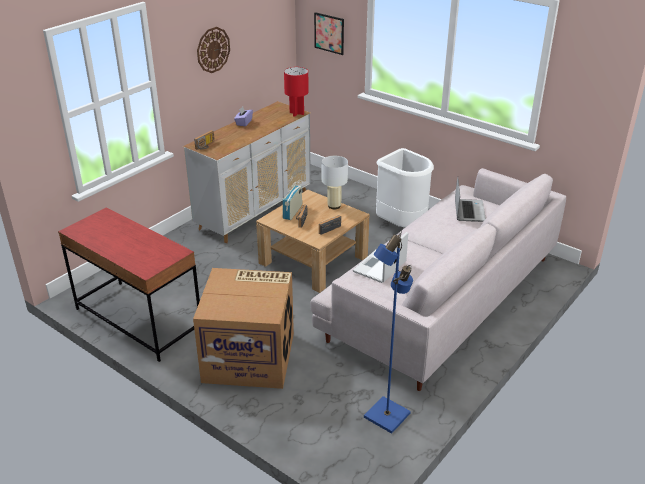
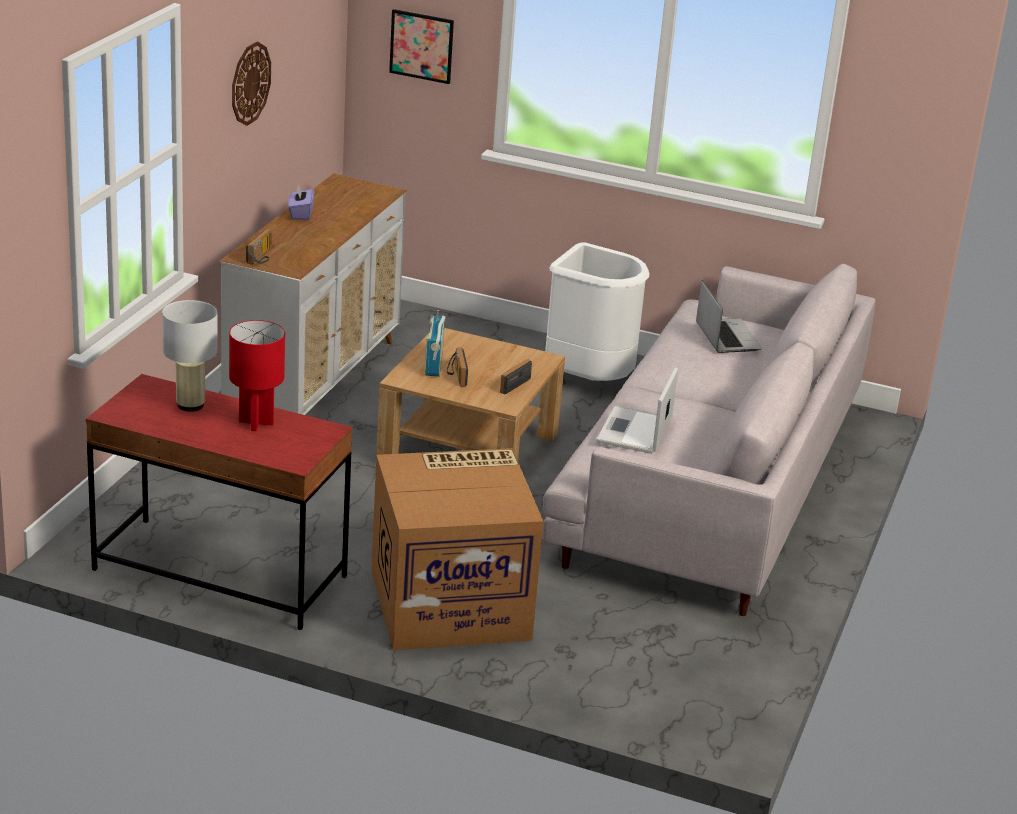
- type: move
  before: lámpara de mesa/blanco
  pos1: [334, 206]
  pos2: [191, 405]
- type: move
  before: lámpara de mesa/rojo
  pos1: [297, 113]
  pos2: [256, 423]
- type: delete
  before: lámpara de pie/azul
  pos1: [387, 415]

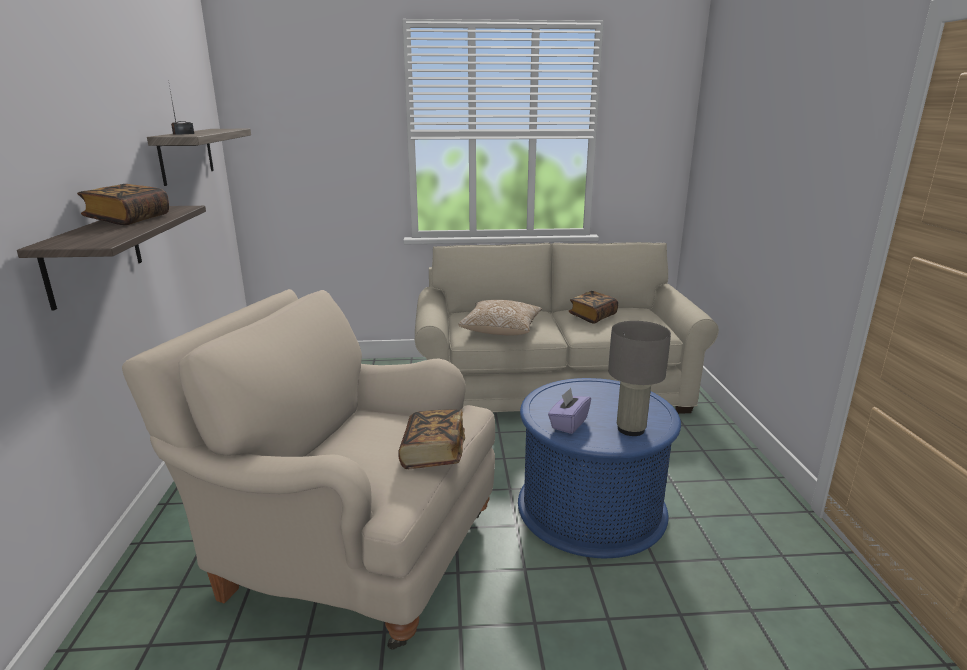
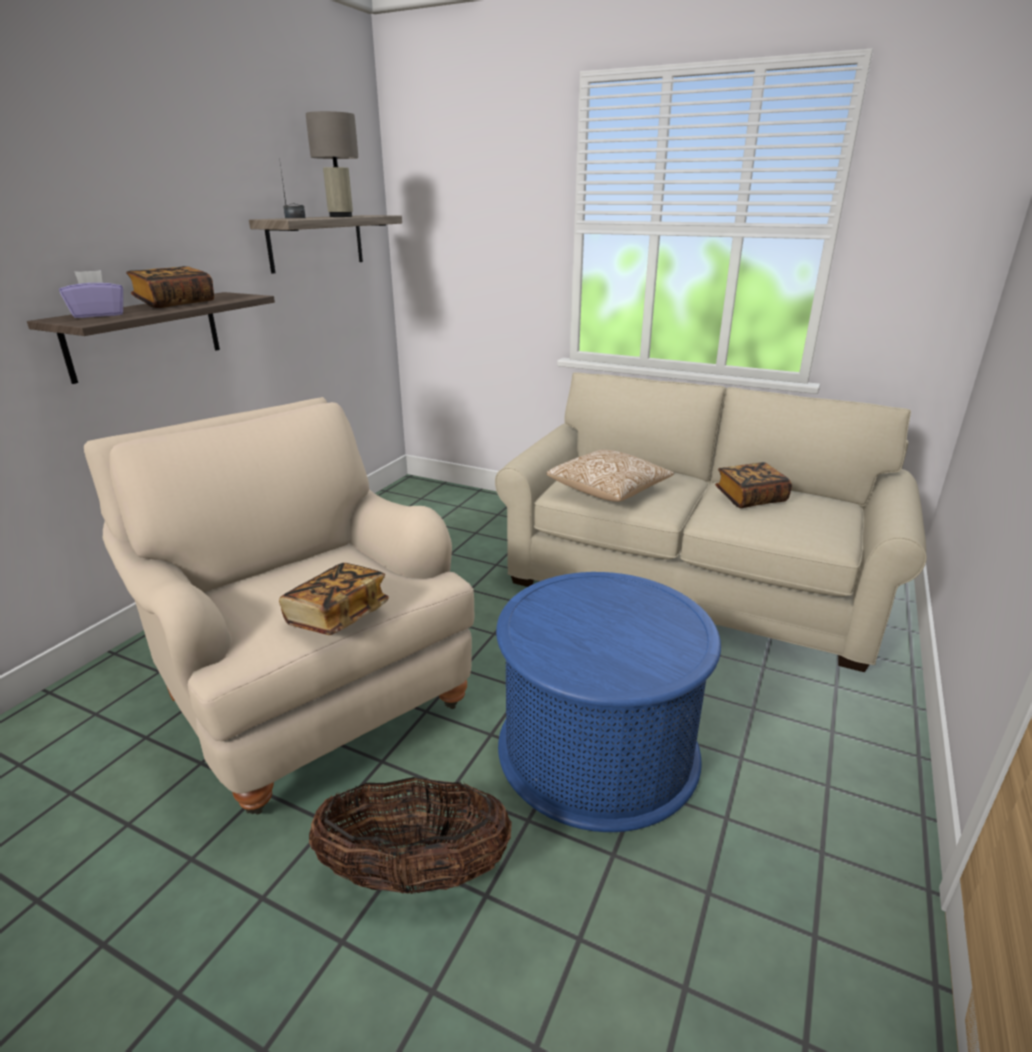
- type: move
  before: caja de pañuelos/morado
  pos1: [568, 423]
  pos2: [99, 315]
- type: move
  before: lámpara de mesa/gris
  pos1: [630, 429]
  pos2: [340, 216]
- type: insert
  after: cesta
  pos2: [415, 874]

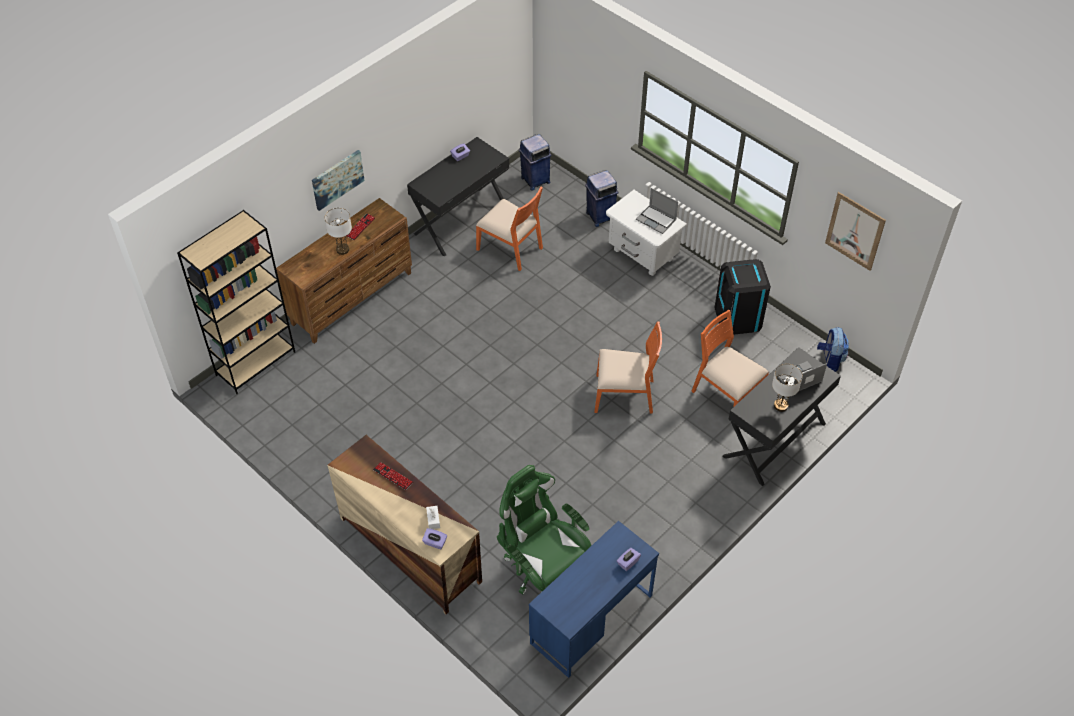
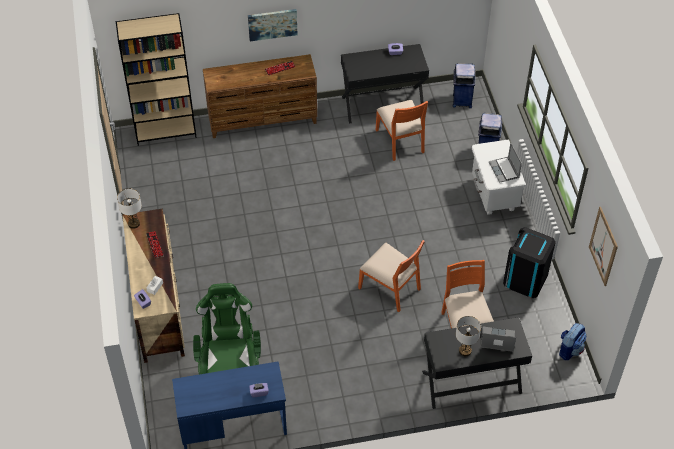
- type: move
  before: lámpara de mesa
  pos1: [343, 249]
  pos2: [134, 224]

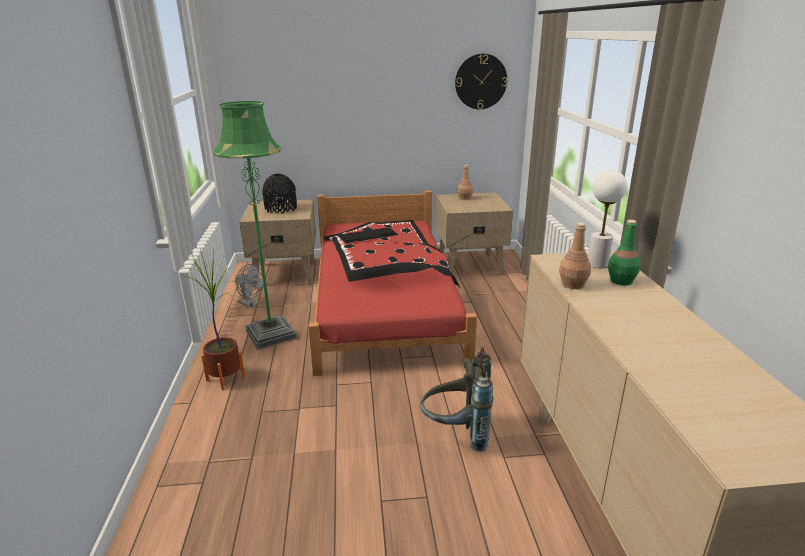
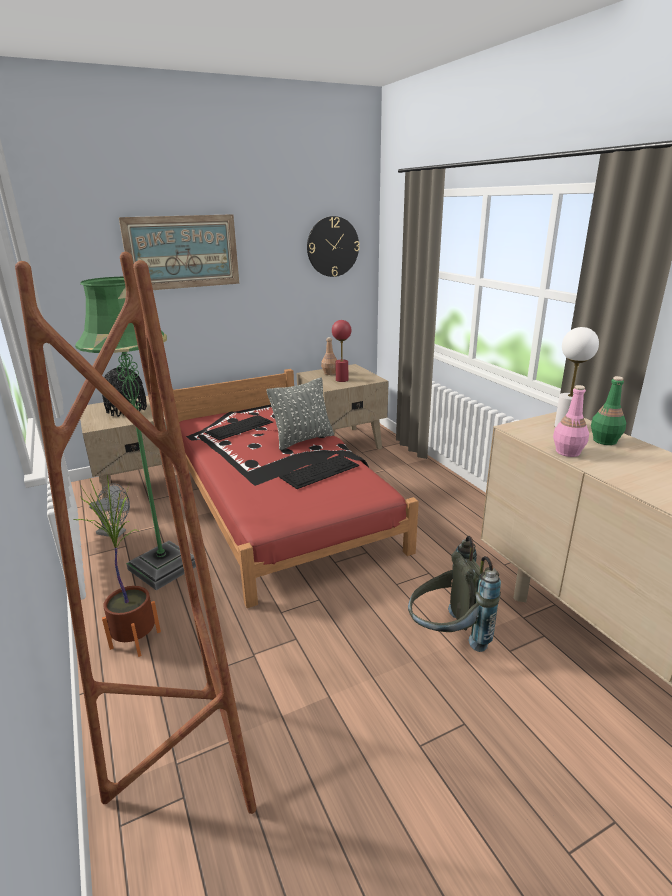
- type: insert
  after: perchero/marrón
  pos2: [191, 764]
- type: insert
  after: cuadro
  pos2: [182, 252]
- type: insert
  after: cojín/gris
  pos2: [303, 440]
- type: insert
  after: teclado
  pos2: [320, 471]
- type: insert
  after: lámpara de mesa/rojo
  pos2: [342, 380]
- type: recolor
  before: botella/marrón
  after: botella/rosa
  pos1: [572, 284]
  pos2: [567, 452]

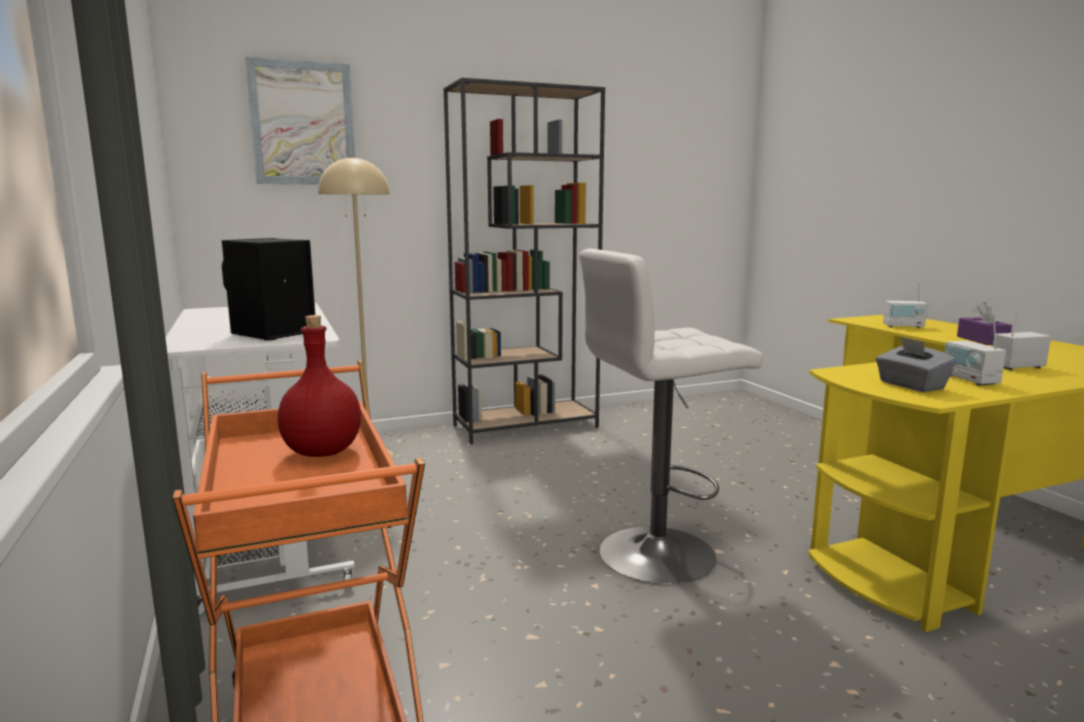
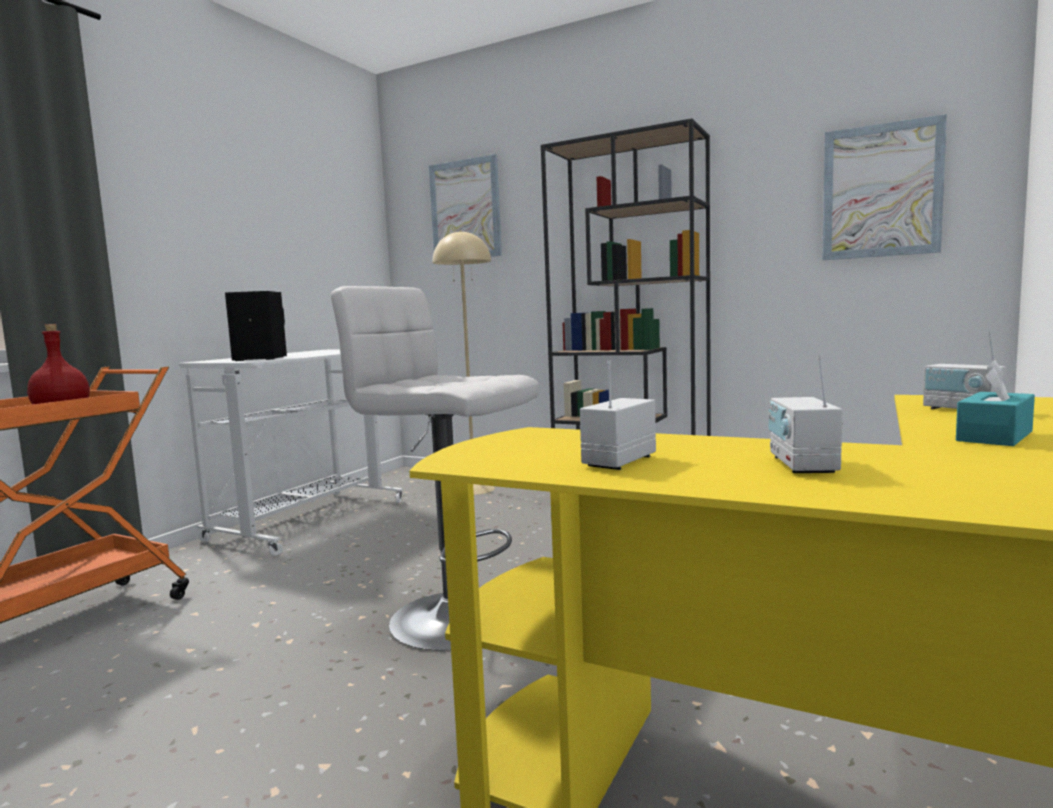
- type: rotate
  before: radio
  pos1: [1016, 366]
  pos2: [802, 465]
  turn: -120
- type: insert
  after: cuadro
  pos2: [881, 191]
- type: recolor
  before: caja de pañuelos/morado
  after: caja de pañuelos/turquesa
  pos1: [982, 340]
  pos2: [994, 436]
- type: delete
  before: caja de pañuelos/gris
  pos1: [911, 385]

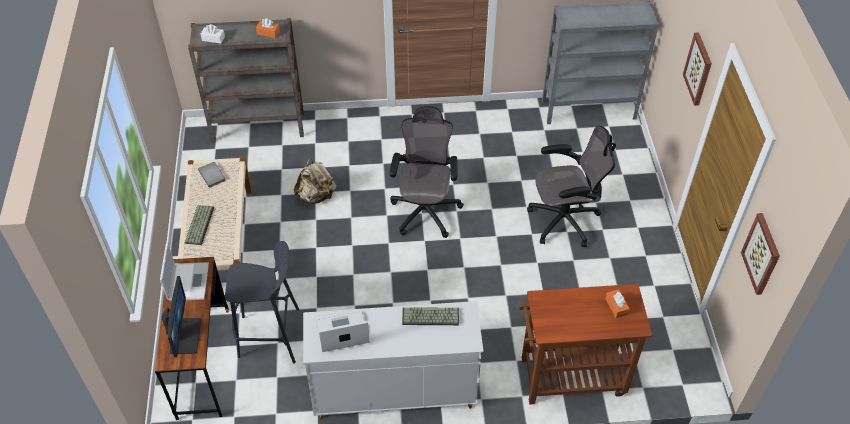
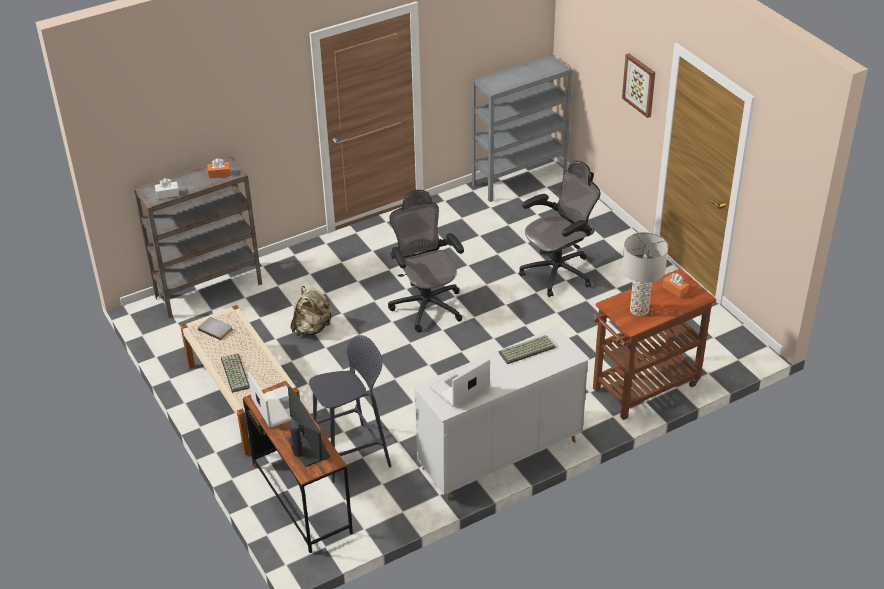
- type: insert
  after: lámpara de mesa/blanco
  pos2: [639, 309]
- type: delete
  before: cuadro
  pos1: [762, 254]

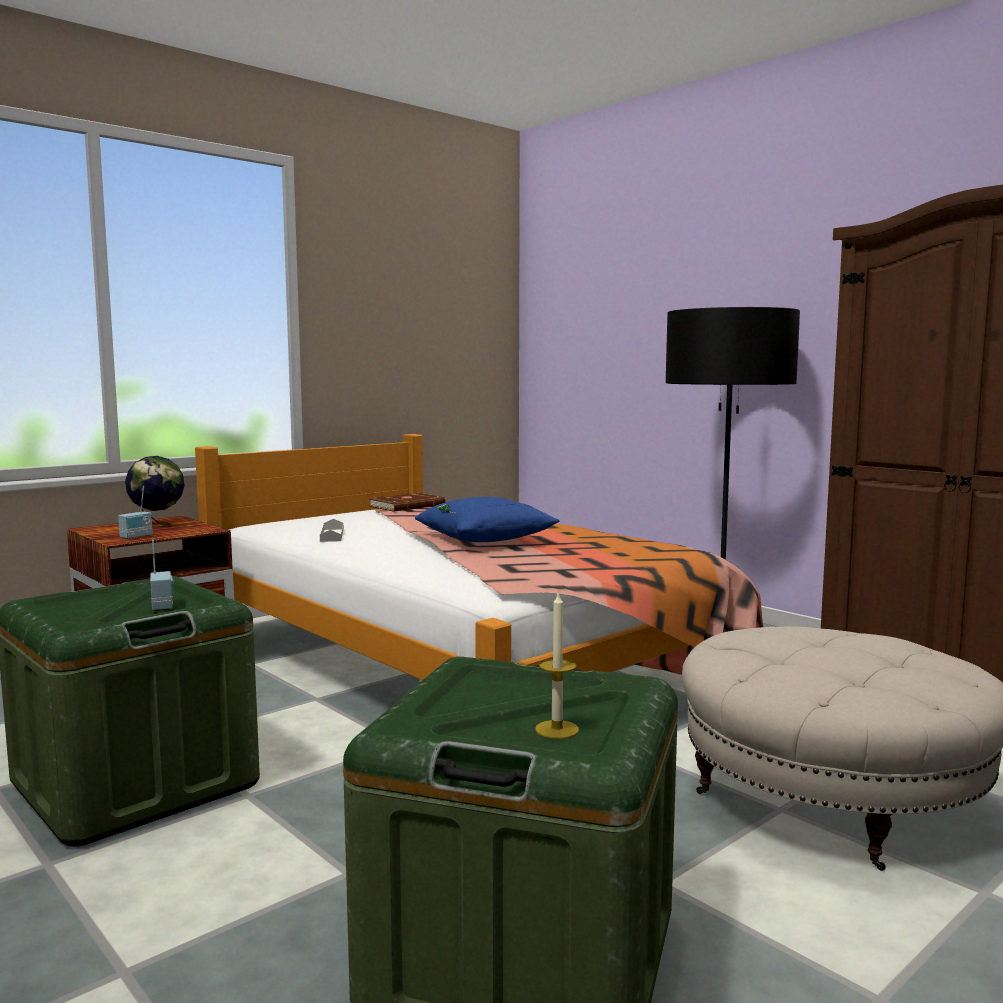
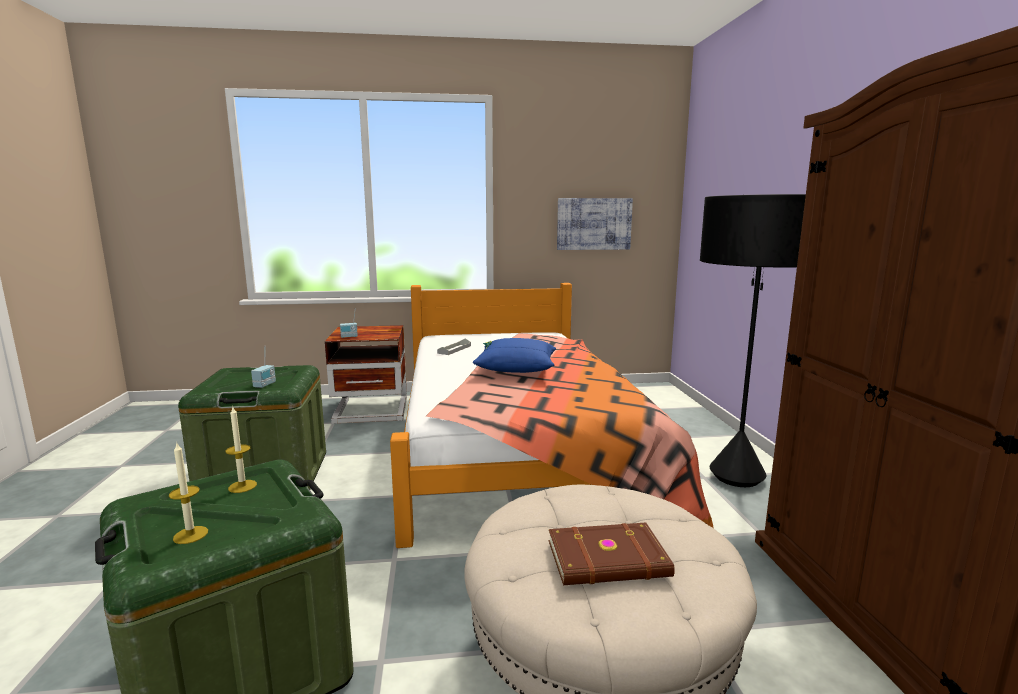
- type: insert
  after: vela
  pos2: [242, 486]
- type: move
  before: libro/marrón
  pos1: [408, 506]
  pos2: [609, 560]
- type: insert
  after: cuadro
  pos2: [594, 224]
- type: delete
  before: globo terráqueo
  pos1: [157, 525]

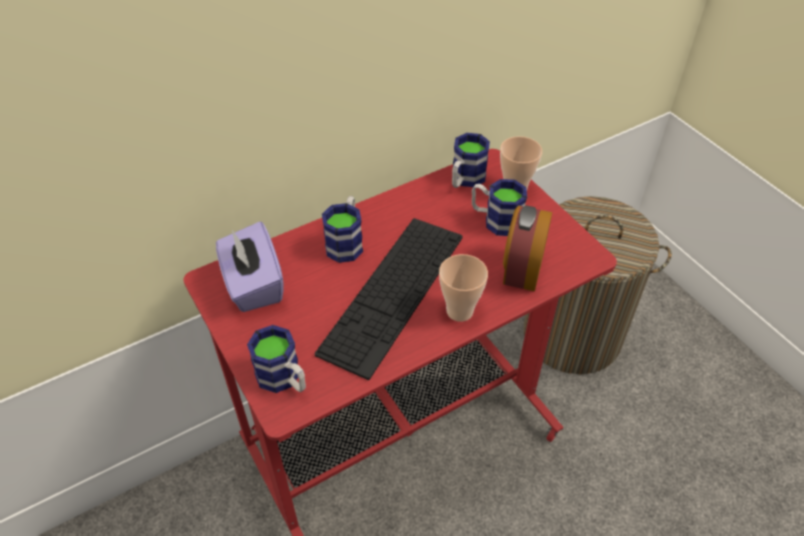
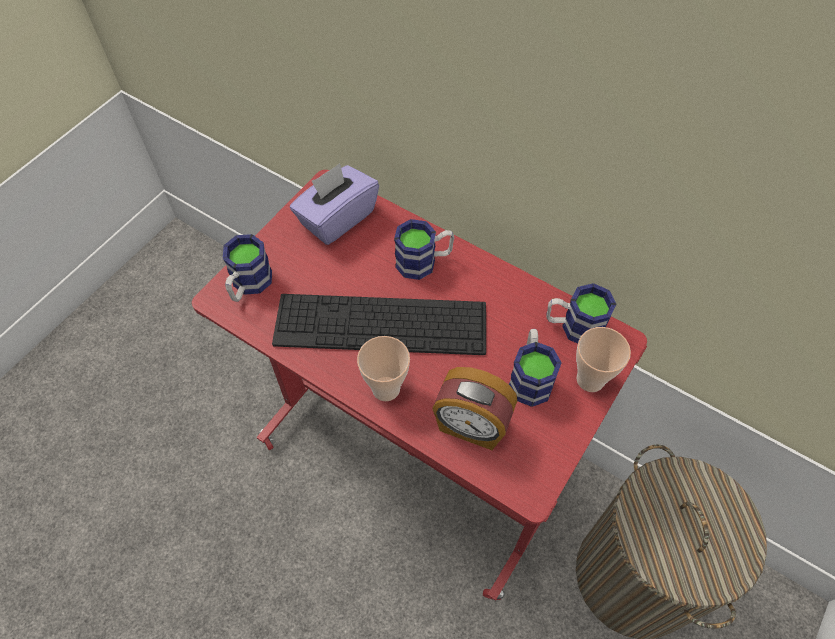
- type: rotate
  before: despertador
  pos1: [521, 270]
  pos2: [471, 426]
  turn: -150

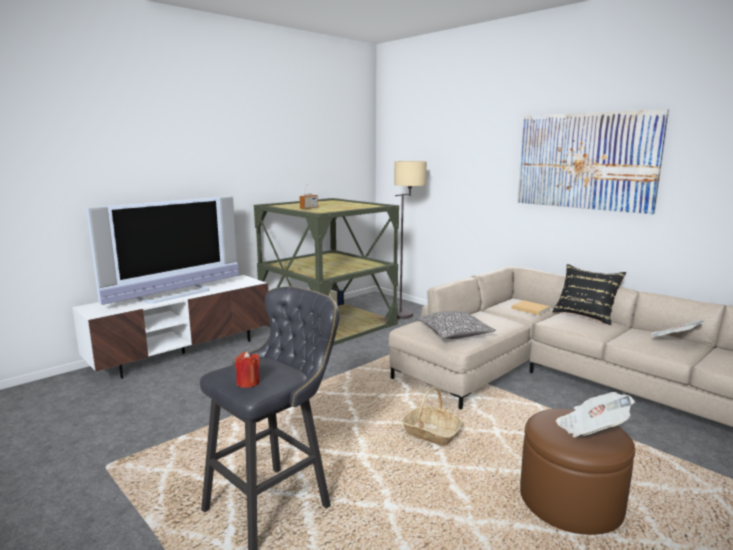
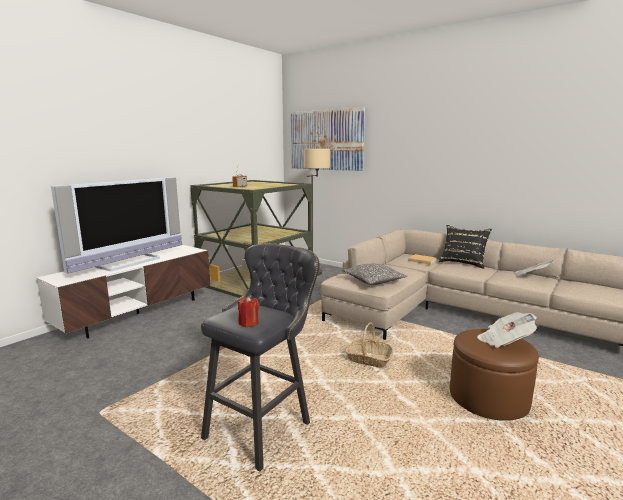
- type: move
  before: cuadro
  pos1: [585, 161]
  pos2: [326, 140]

